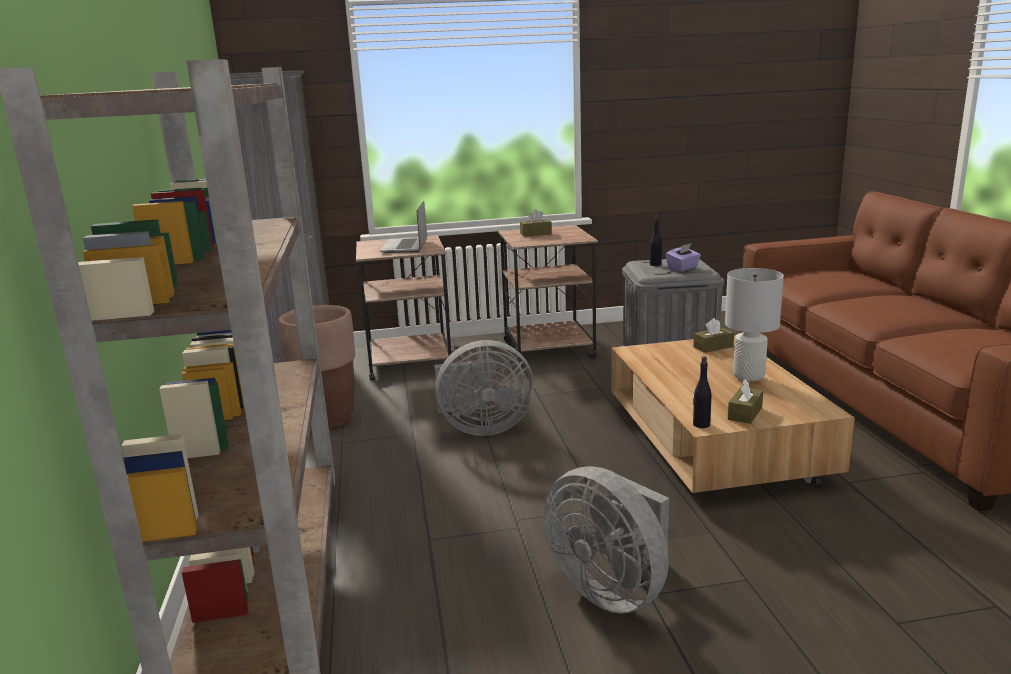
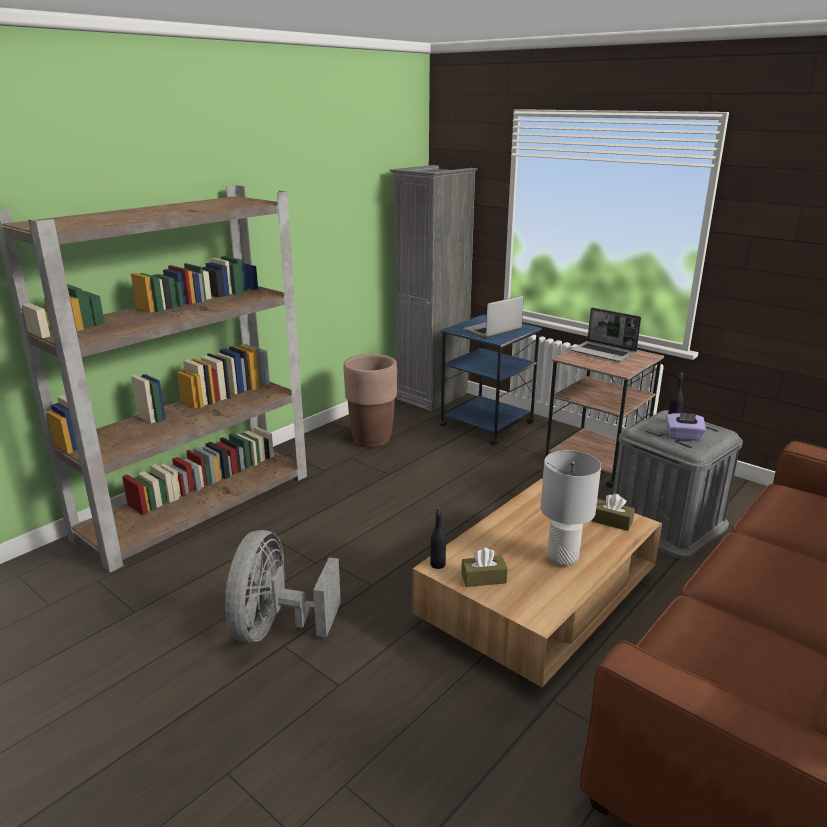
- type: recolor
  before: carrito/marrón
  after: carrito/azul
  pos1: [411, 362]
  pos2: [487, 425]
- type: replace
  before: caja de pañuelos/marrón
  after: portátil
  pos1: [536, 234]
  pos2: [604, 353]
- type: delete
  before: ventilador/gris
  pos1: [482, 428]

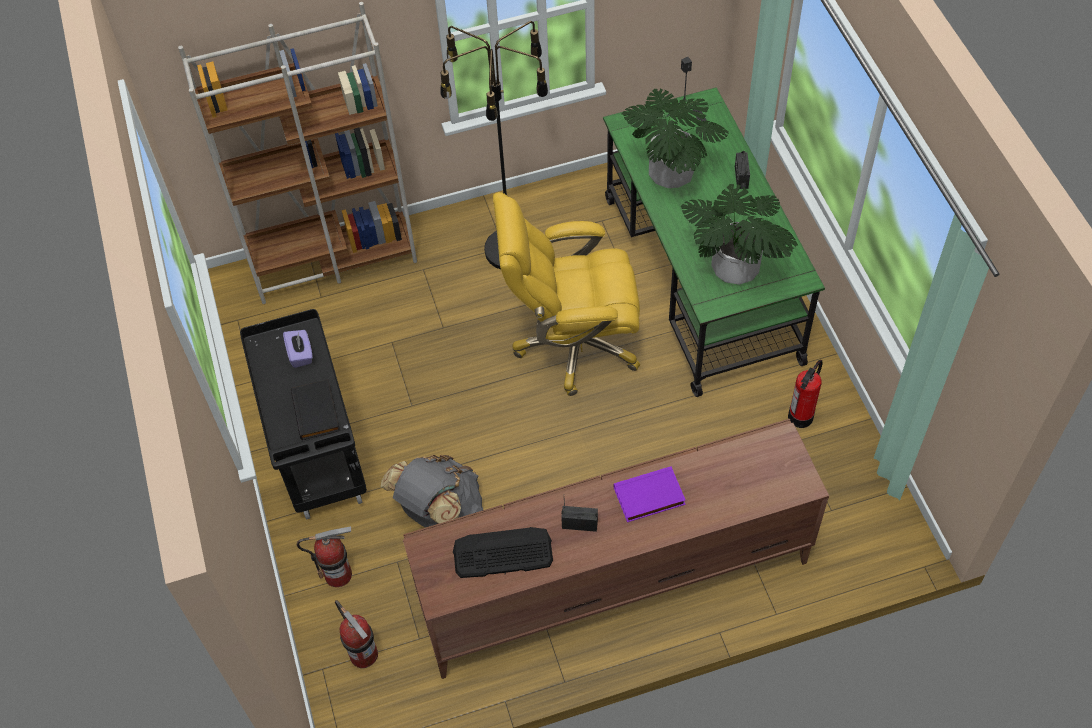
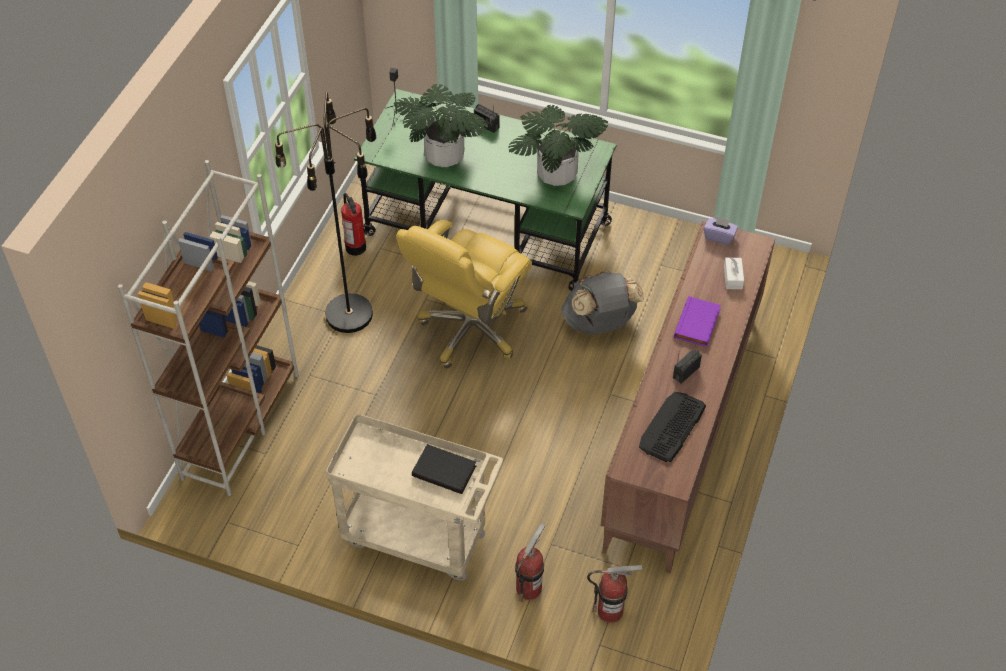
- type: recolor
  before: carrito/negro
  after: carrito/beis
  pos1: [322, 463]
  pos2: [421, 542]
- type: move
  before: extintor
  pos1: [801, 417]
  pos2: [356, 247]
- type: move
  before: mochila/gris
  pos1: [439, 512]
  pos2: [599, 323]
- type: move
  before: caja de pañuelos/morado
  pos1: [300, 354]
  pos2: [719, 236]
- type: insert
  after: caja de pañuelos/blanco
  pos2: [733, 277]

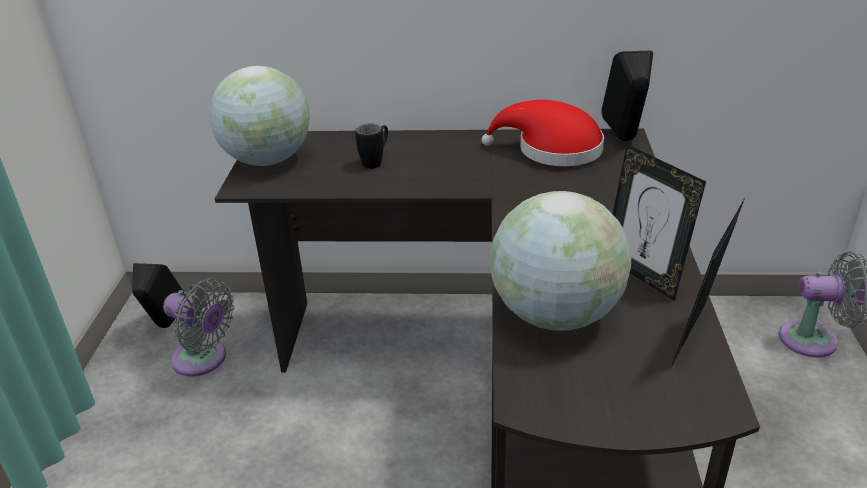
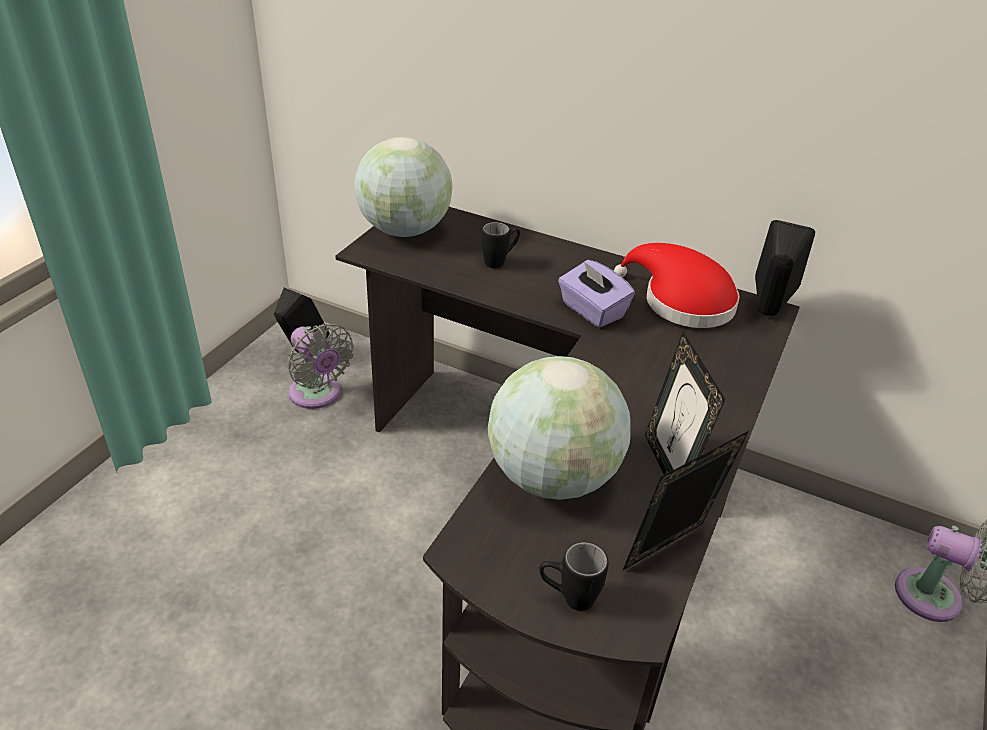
- type: insert
  after: taza grande/negro
  pos2: [568, 597]
- type: insert
  after: caja de pañuelos/morado
  pos2: [592, 311]

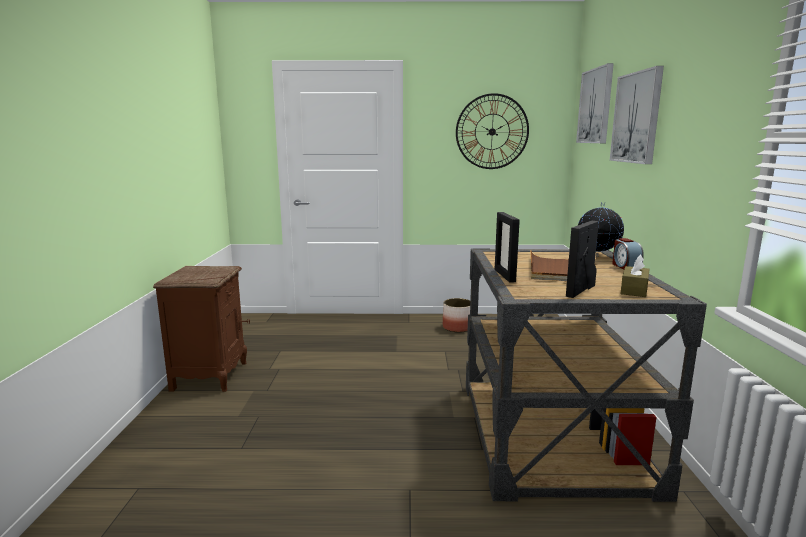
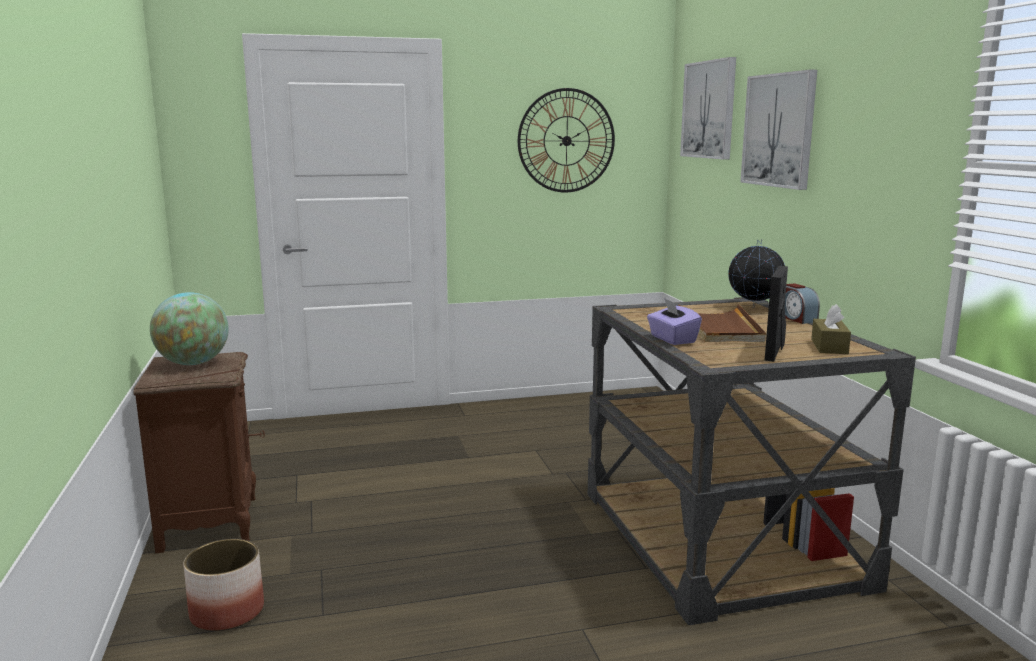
- type: insert
  after: globo terráqueo
  pos2: [193, 363]
- type: move
  before: maceta
  pos1: [457, 327]
  pos2: [228, 612]
- type: replace
  before: portarretratos
  after: caja de pañuelos/morado
  pos1: [505, 275]
  pos2: [672, 339]

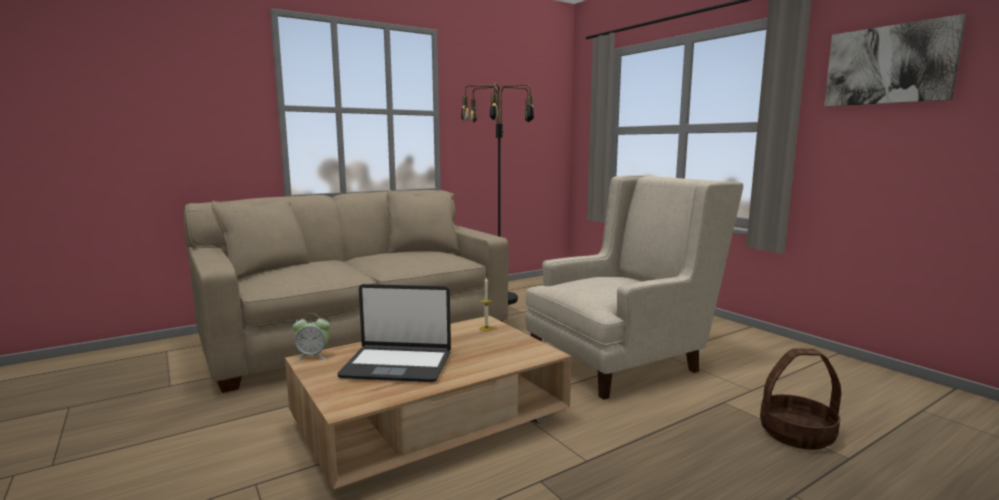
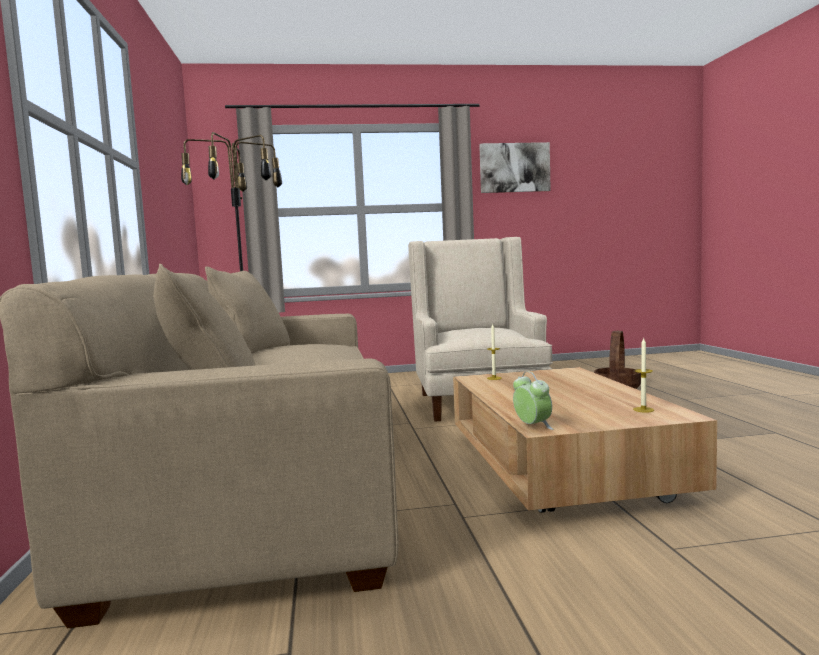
- type: rotate
  before: despertador
  pos1: [313, 356]
  pos2: [532, 426]
  turn: -45
- type: insert
  after: vela
  pos2: [643, 409]
- type: delete
  before: portátil
  pos1: [397, 365]

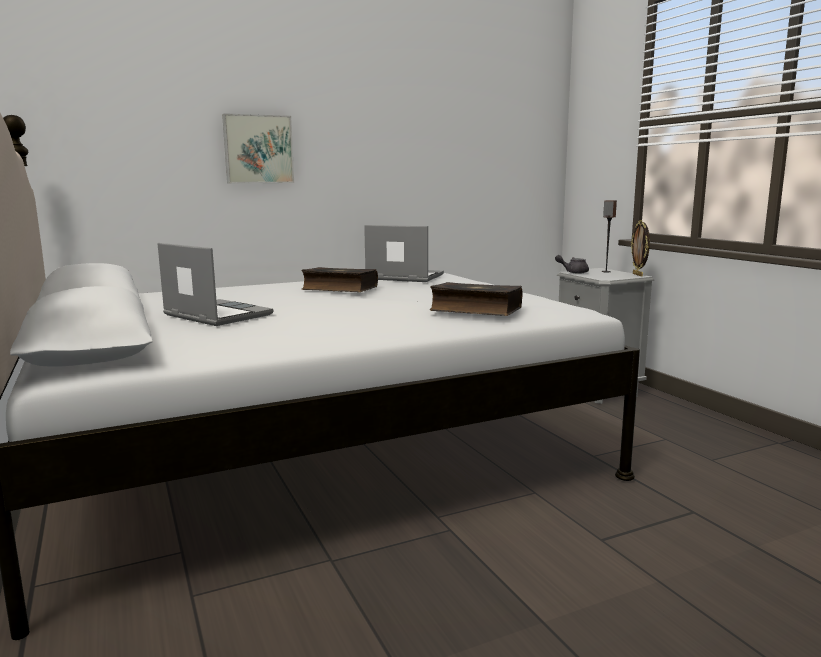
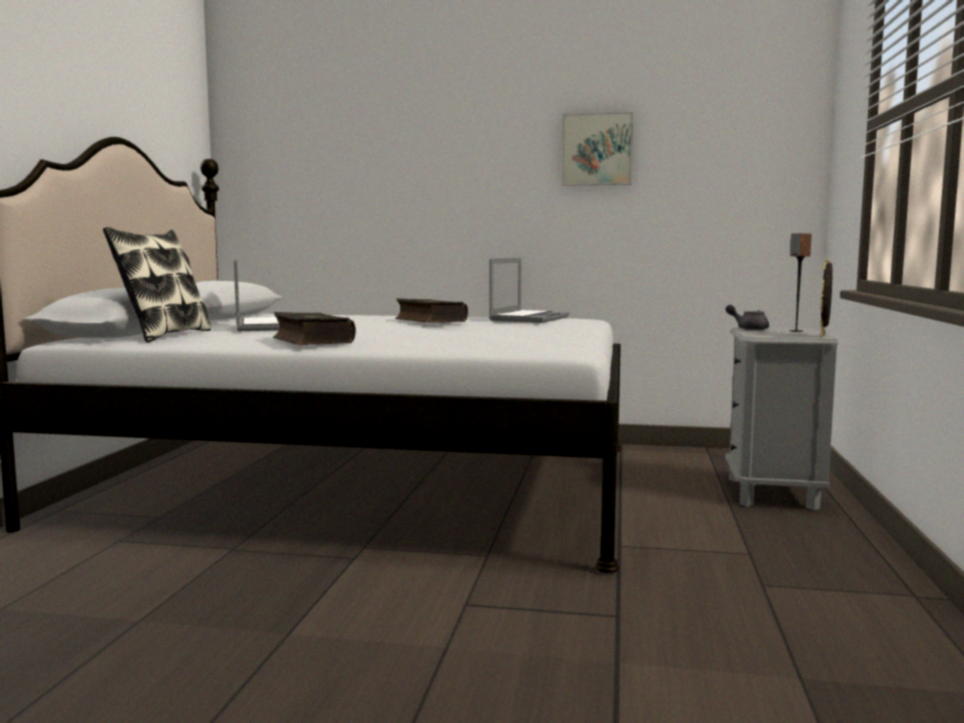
- type: insert
  after: cojín
  pos2: [164, 335]
- type: move
  before: libro
  pos1: [475, 310]
  pos2: [311, 341]
- type: rotate
  before: portátil
  pos1: [403, 277]
  pos2: [528, 319]
  turn: 60
- type: move
  before: cuadro
  pos1: [258, 149]
  pos2: [597, 149]

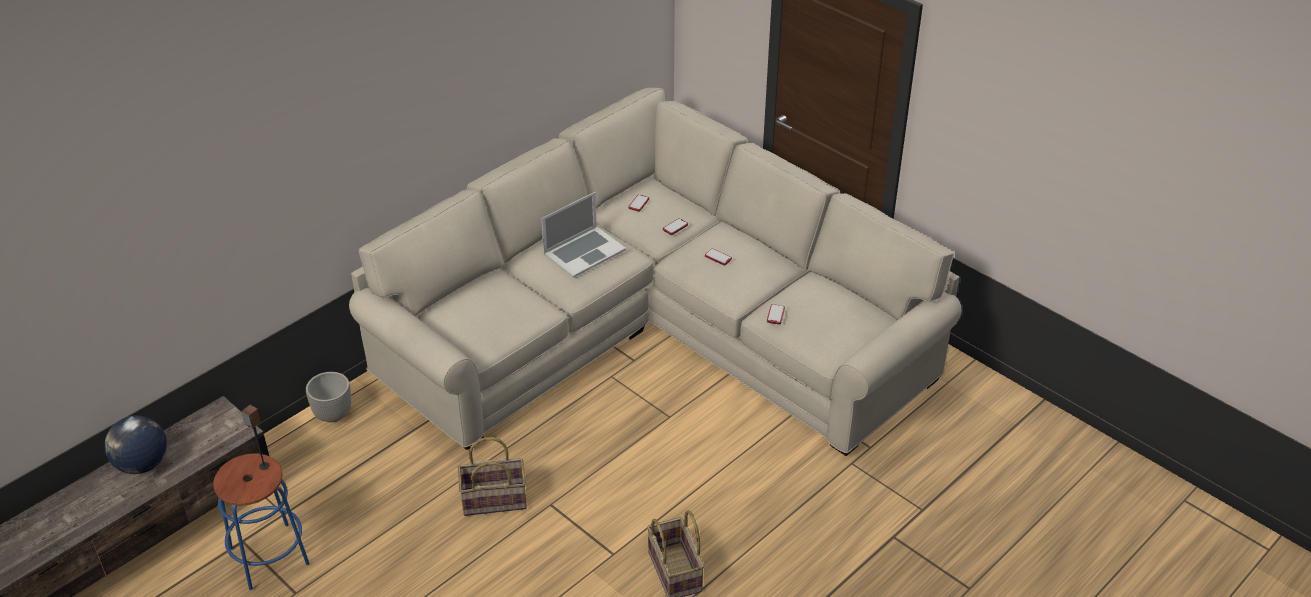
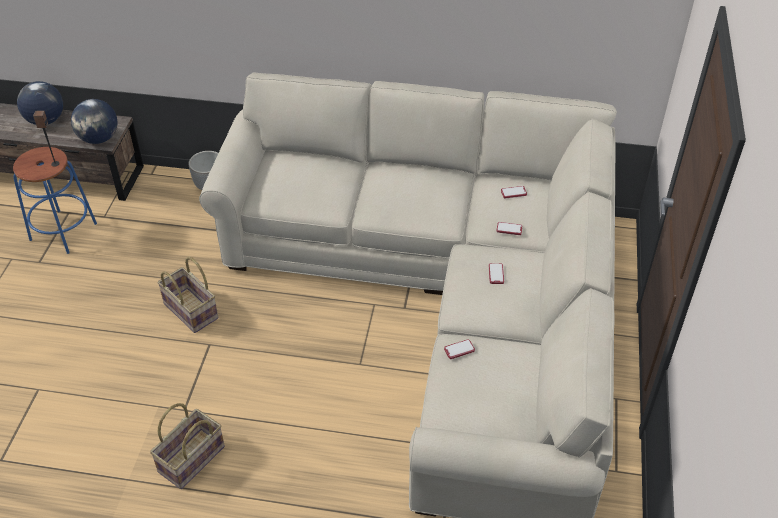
- type: insert
  after: globo terráqueo
  pos2: [99, 139]
- type: delete
  before: portátil
  pos1: [584, 252]

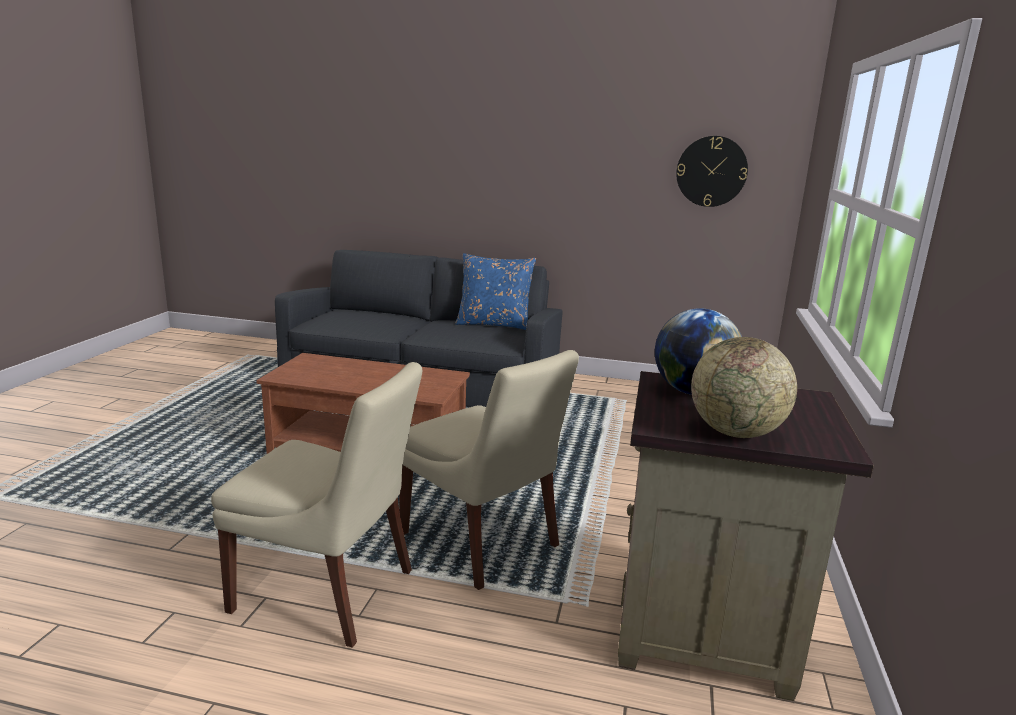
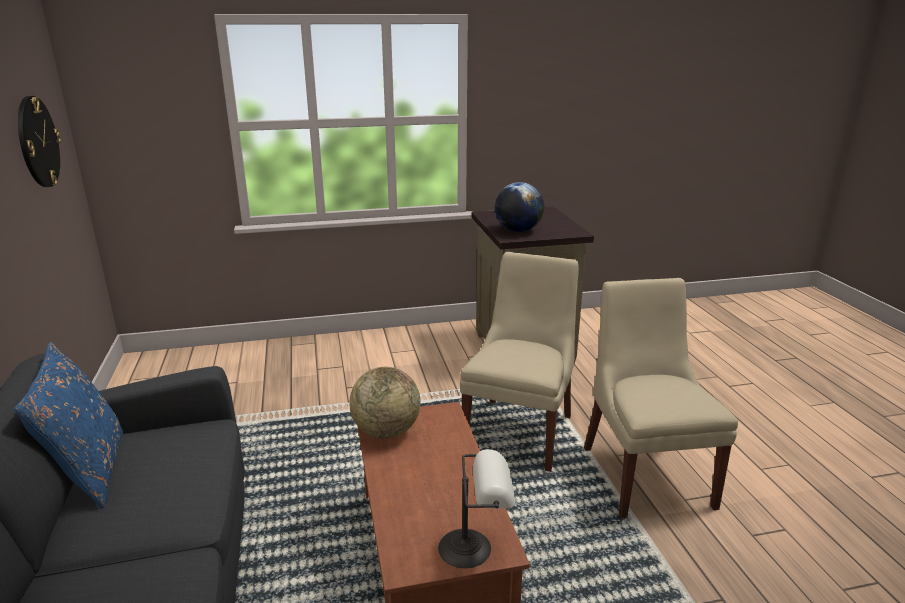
- type: move
  before: globo terráqueo
  pos1: [736, 432]
  pos2: [386, 431]
- type: insert
  after: lámpara de mesa
  pos2: [476, 546]

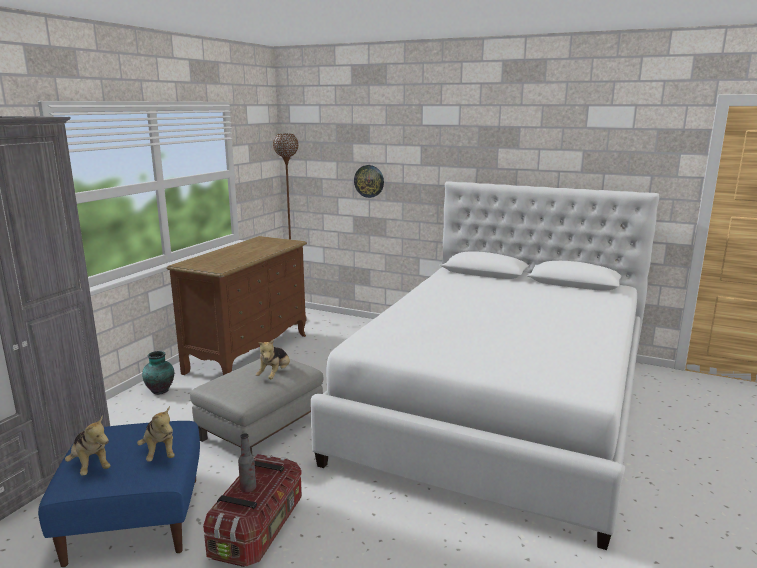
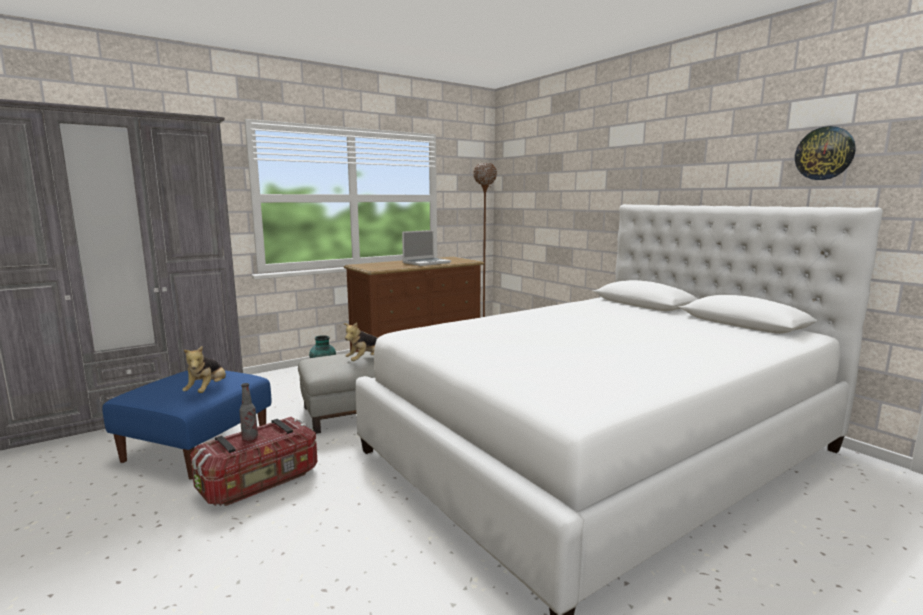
- type: insert
  after: portátil
  pos2: [426, 263]
- type: move
  before: reloj de pared
  pos1: [369, 181]
  pos2: [824, 153]
- type: delete
  before: peluche
  pos1: [90, 466]

